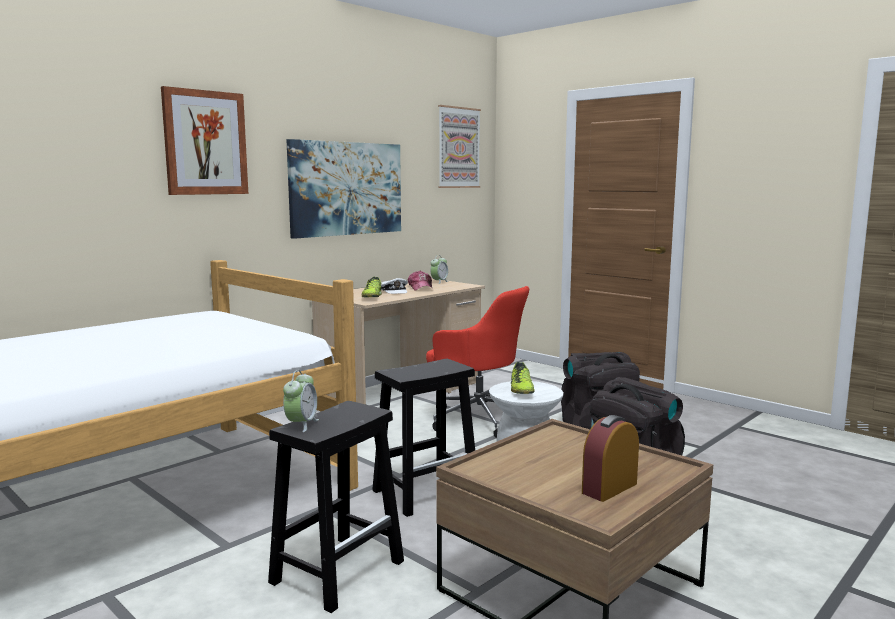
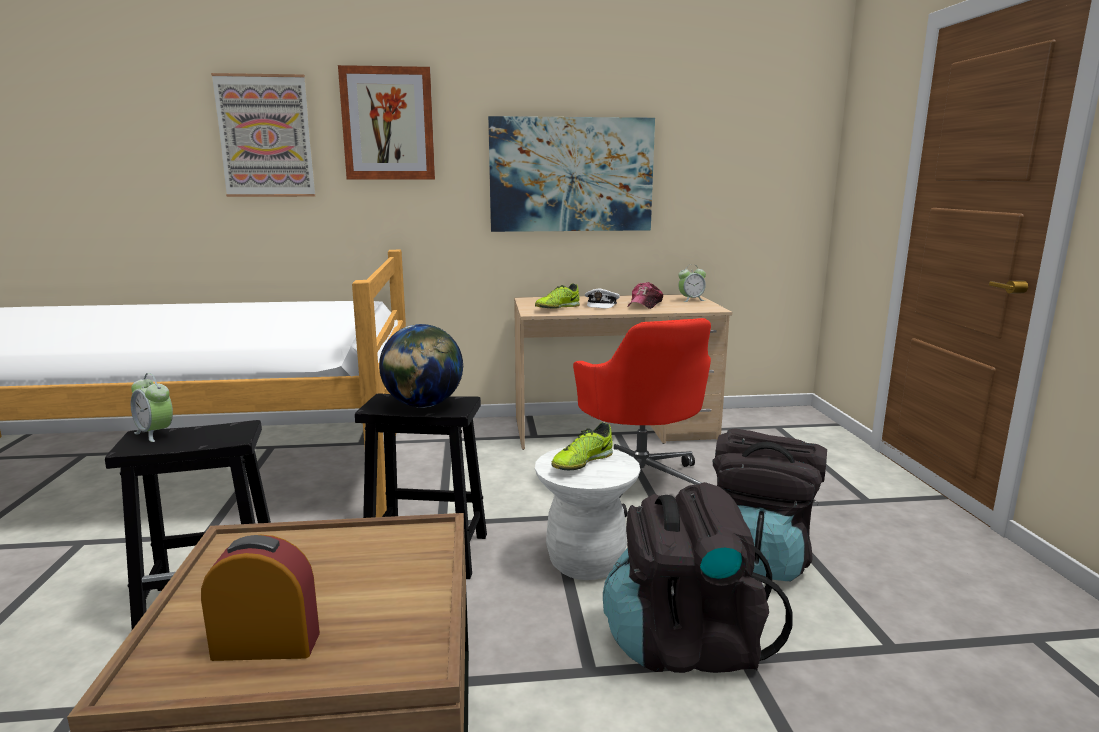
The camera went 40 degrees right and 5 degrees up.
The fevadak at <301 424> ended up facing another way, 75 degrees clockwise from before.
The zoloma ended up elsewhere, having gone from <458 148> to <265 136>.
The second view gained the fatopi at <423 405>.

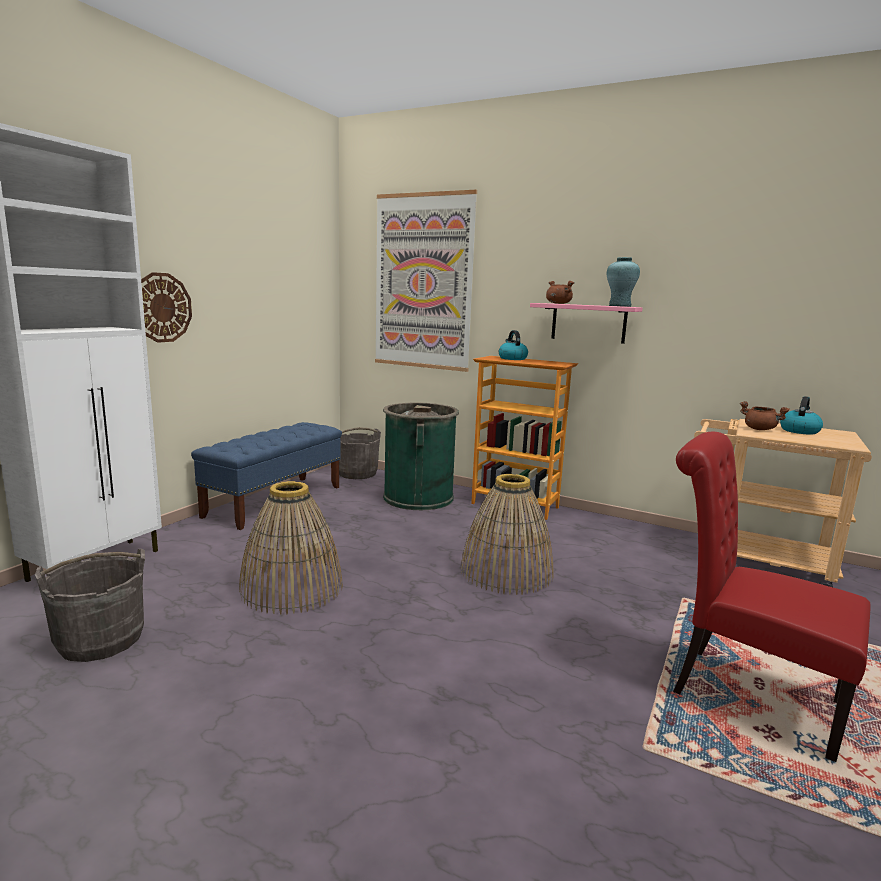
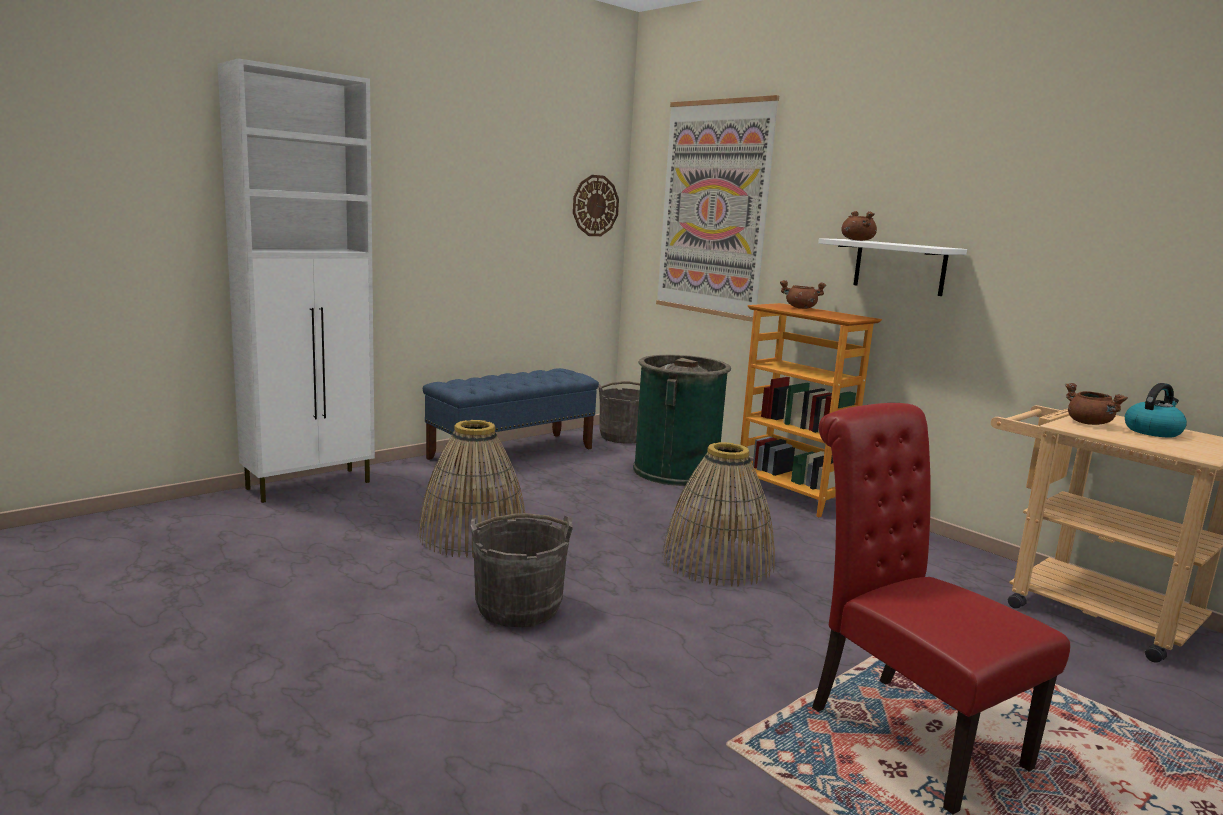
The camera went 20 degrees right and 0 degrees up.
The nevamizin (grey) ended up elsewhere, having gone from <100 640> to <518 608>.
The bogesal ended up elsewhere, having gone from <161 307> to <595 205>.
Where the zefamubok stood at <512 358>, the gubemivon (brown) came to stand at <800 308>.
What was the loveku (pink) at <588 323> turned into the loveku (white) at <899 267>.
The second view lost the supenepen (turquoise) at <619 306>.

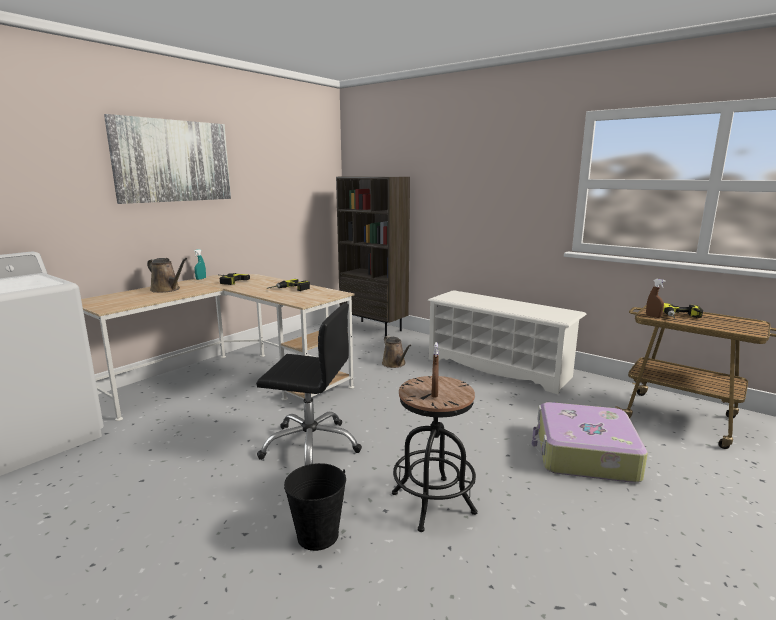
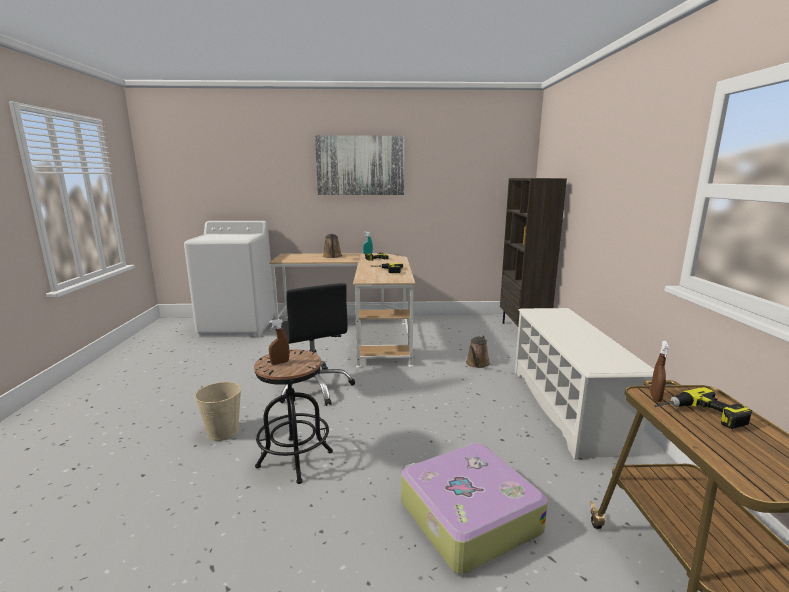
The camera went 50 degrees right and 0 degrees up.
What was the nevamizin (black) at <317 535> turned into the nevamizin (beige) at <223 432>.

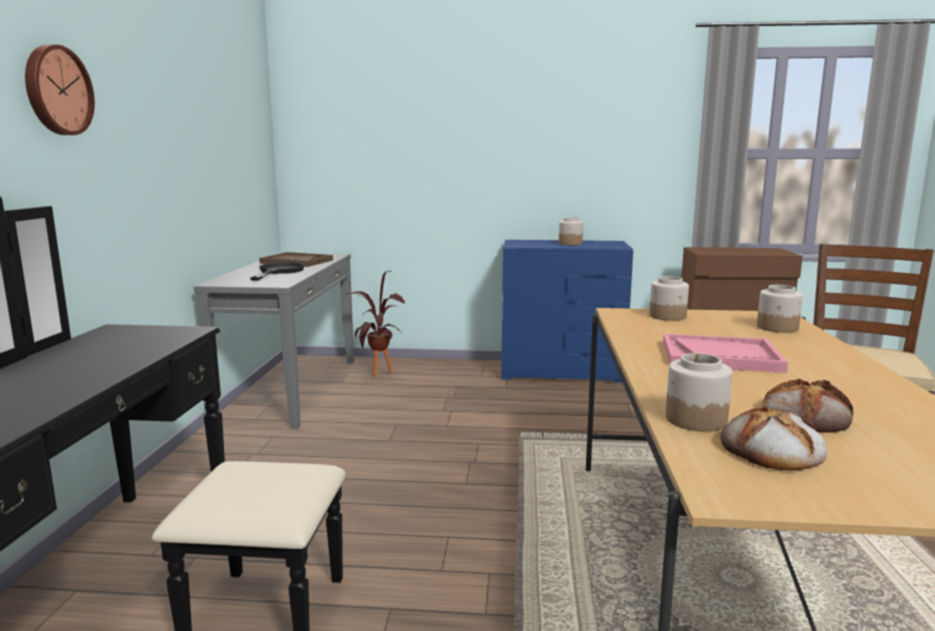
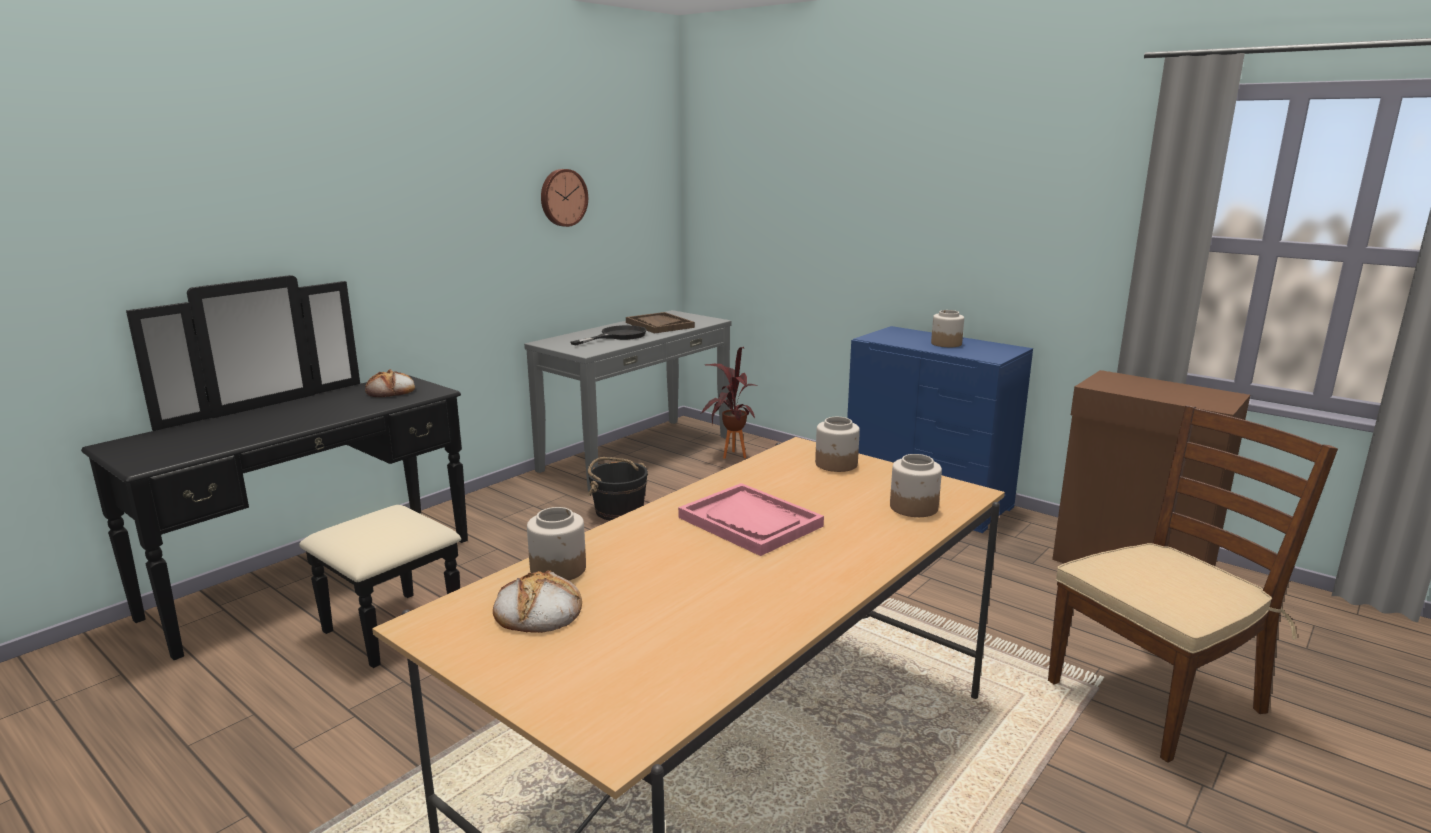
The camera went 35 degrees right and 5 degrees up.
The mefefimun ended up elsewhere, having gone from <806 416> to <391 391>.
The bogesal ended up elsewhere, having gone from <56 90> to <562 197>.
The second view gained the nevamizin (black) at <618 510>.

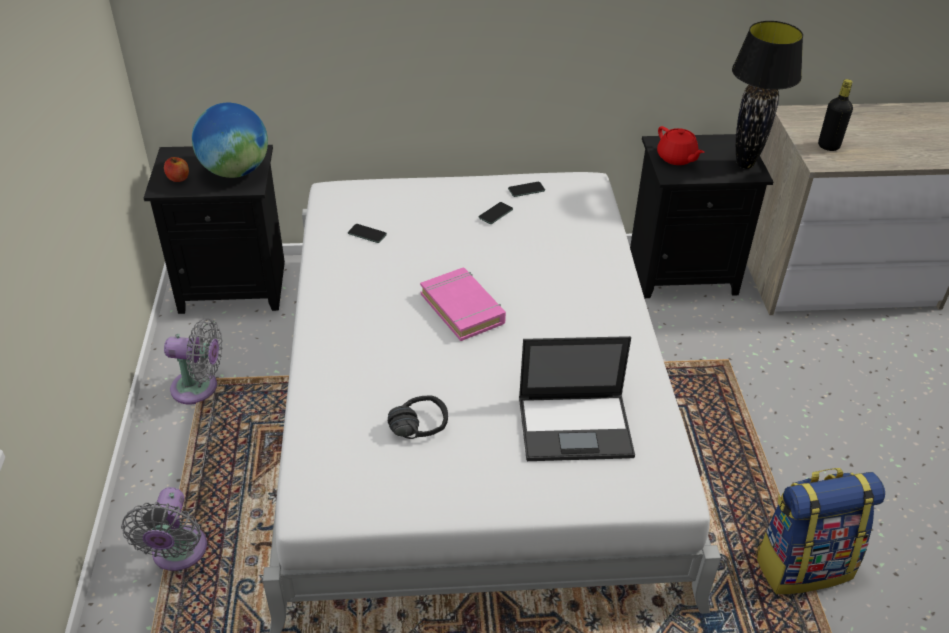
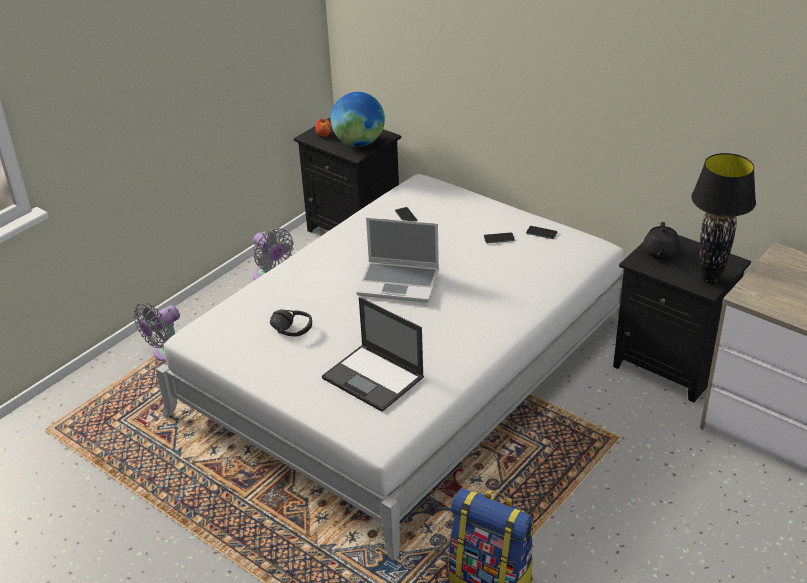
The camera went 45 degrees right and 5 degrees down.
Where the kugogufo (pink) stood at <463 308>, the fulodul came to stand at <400 283>.
What was the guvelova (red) at <676 158> turned into the guvelova (black) at <660 253>.
The second view lost the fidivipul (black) at <828 146>.

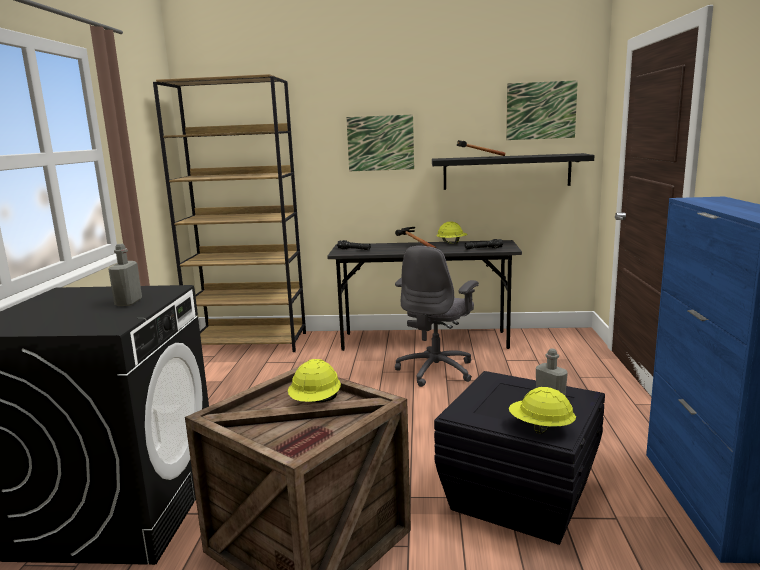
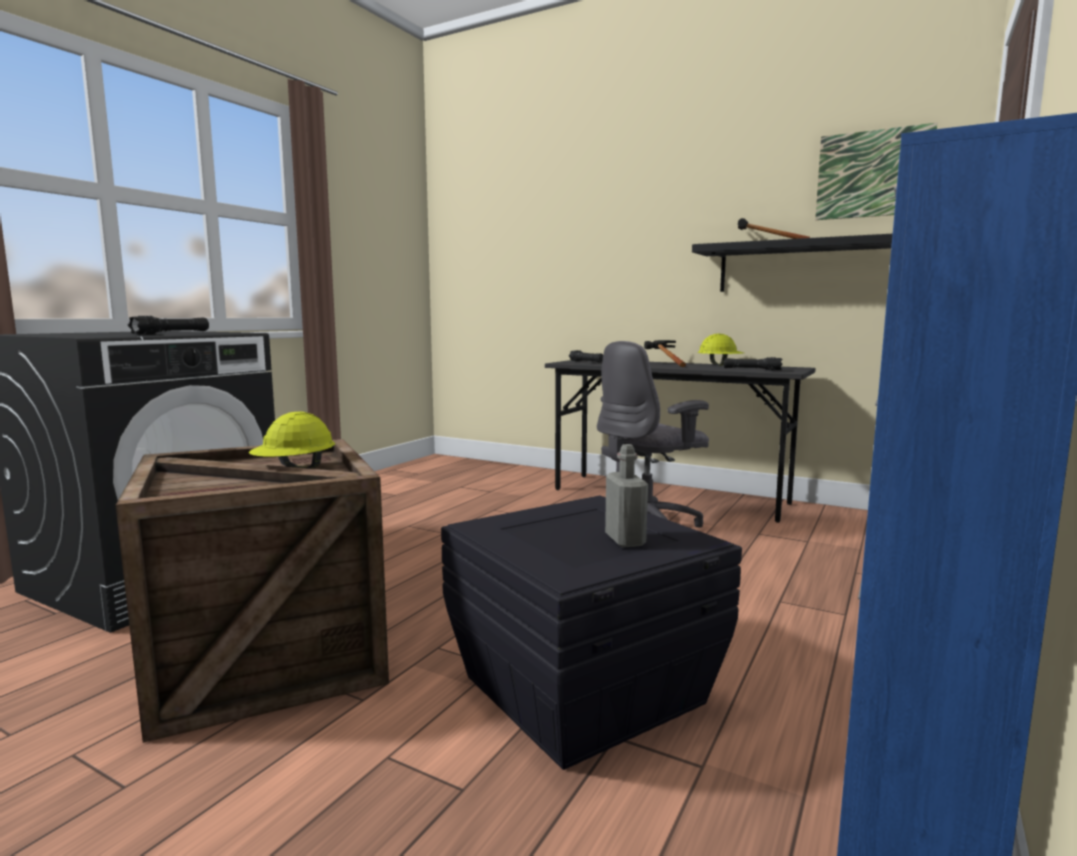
The camera went 25 degrees right and 5 degrees down.
Where the fidivipul (grey) stood at <128 302>, the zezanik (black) came to stand at <171 333>.
The second view lost the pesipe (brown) at <250 342>.
The second view lost the zoloma at <380 143>.
The second view lost the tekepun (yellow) at <541 428>.

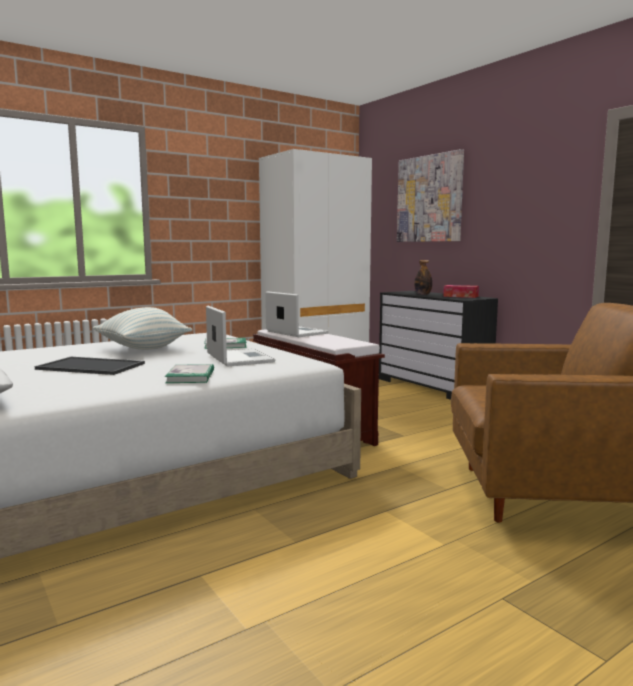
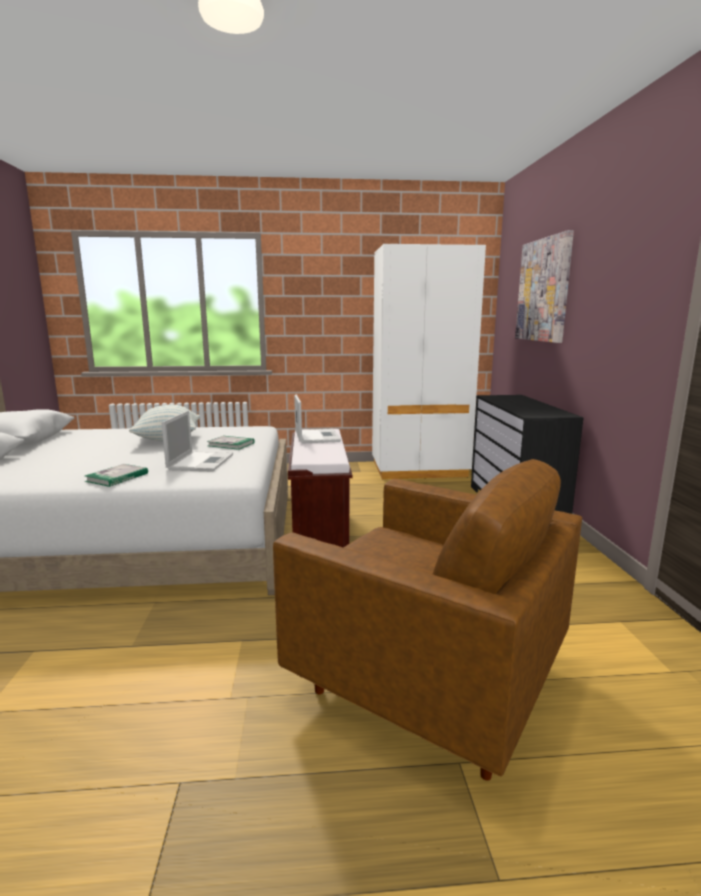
The camera went 30 degrees right and 5 degrees up.
The second view lost the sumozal at <92 366>.
The second view lost the fidivipul at <423 294>.
The second view lost the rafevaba at <460 296>.

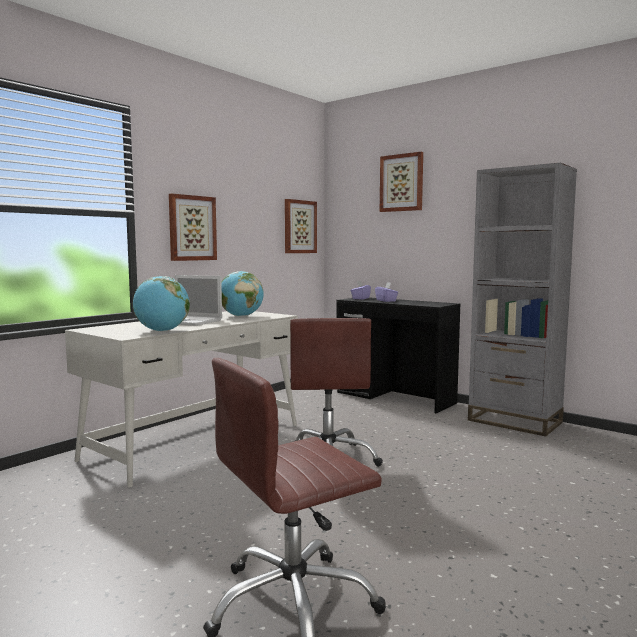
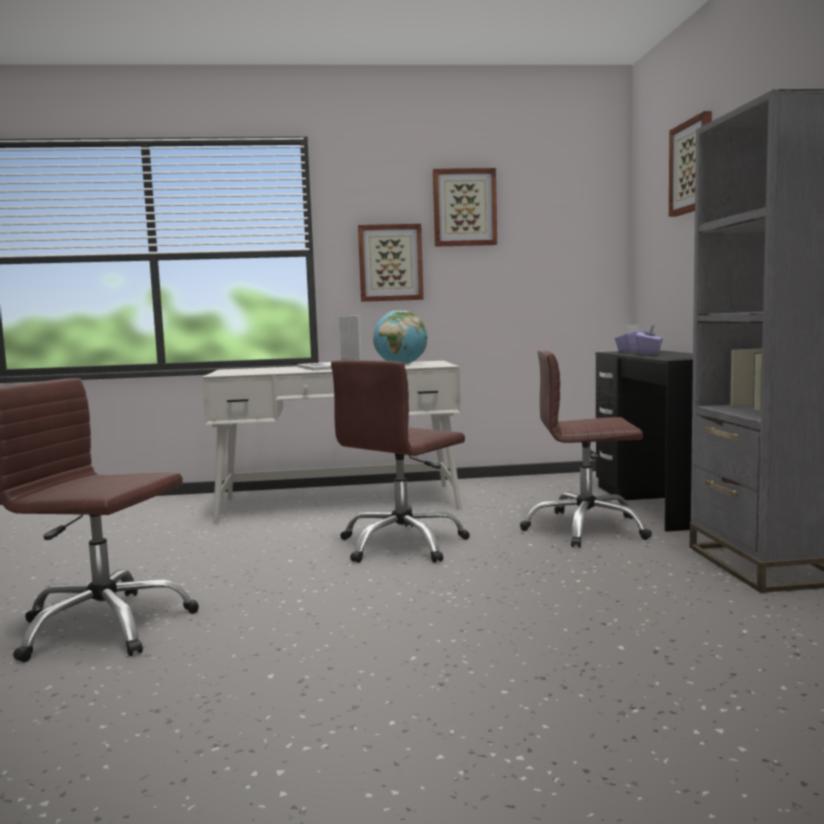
The camera went 45 degrees right and 0 degrees up.
The zoloma ended up elsewhere, having gone from <299 227> to <464 207>.
The second view gained the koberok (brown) at <586 529>.
The second view lost the fatopi at <162 331>.

